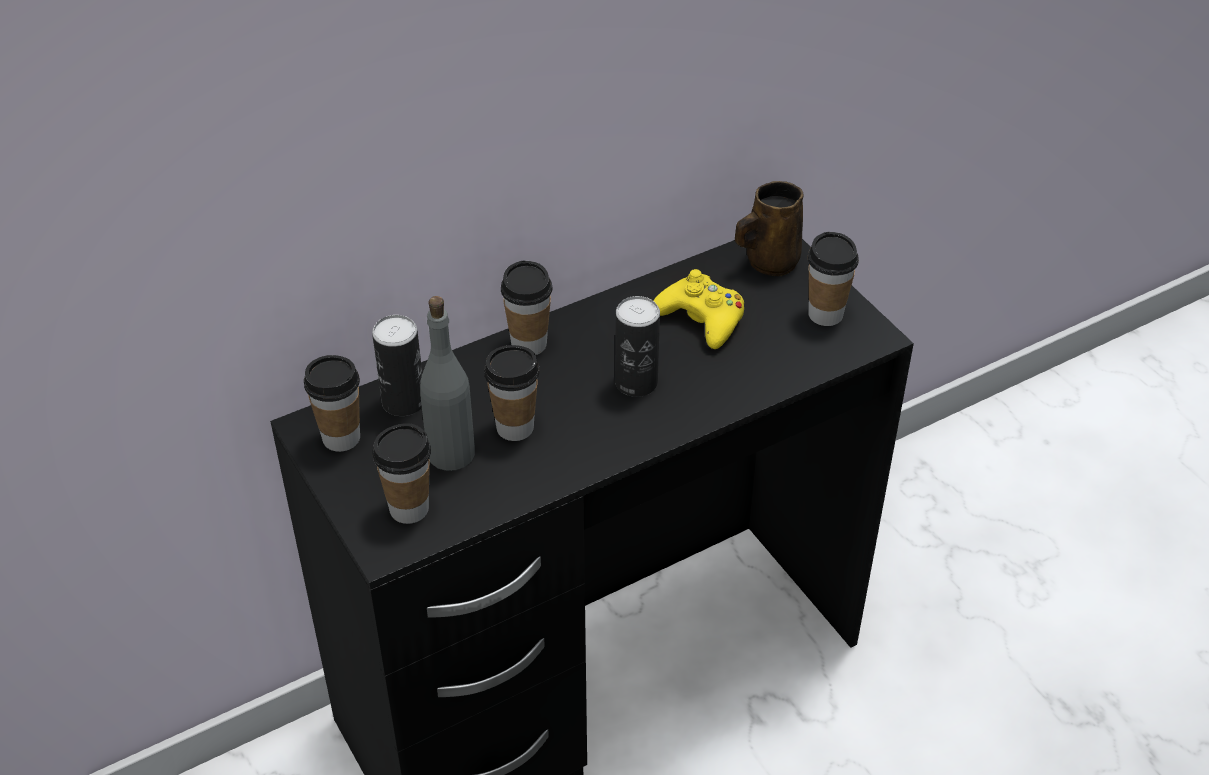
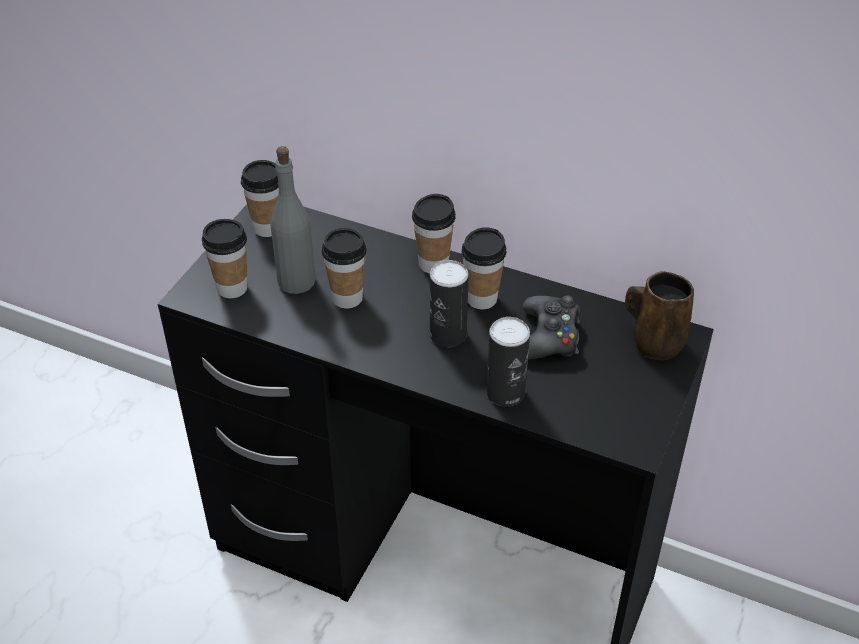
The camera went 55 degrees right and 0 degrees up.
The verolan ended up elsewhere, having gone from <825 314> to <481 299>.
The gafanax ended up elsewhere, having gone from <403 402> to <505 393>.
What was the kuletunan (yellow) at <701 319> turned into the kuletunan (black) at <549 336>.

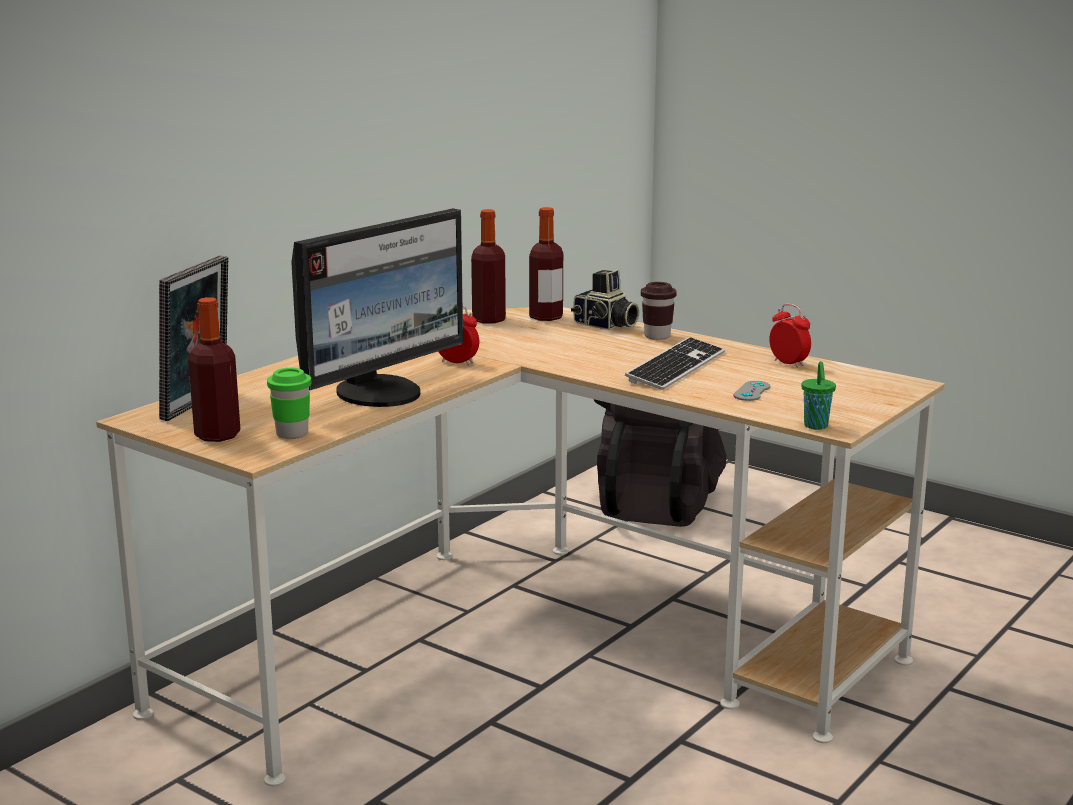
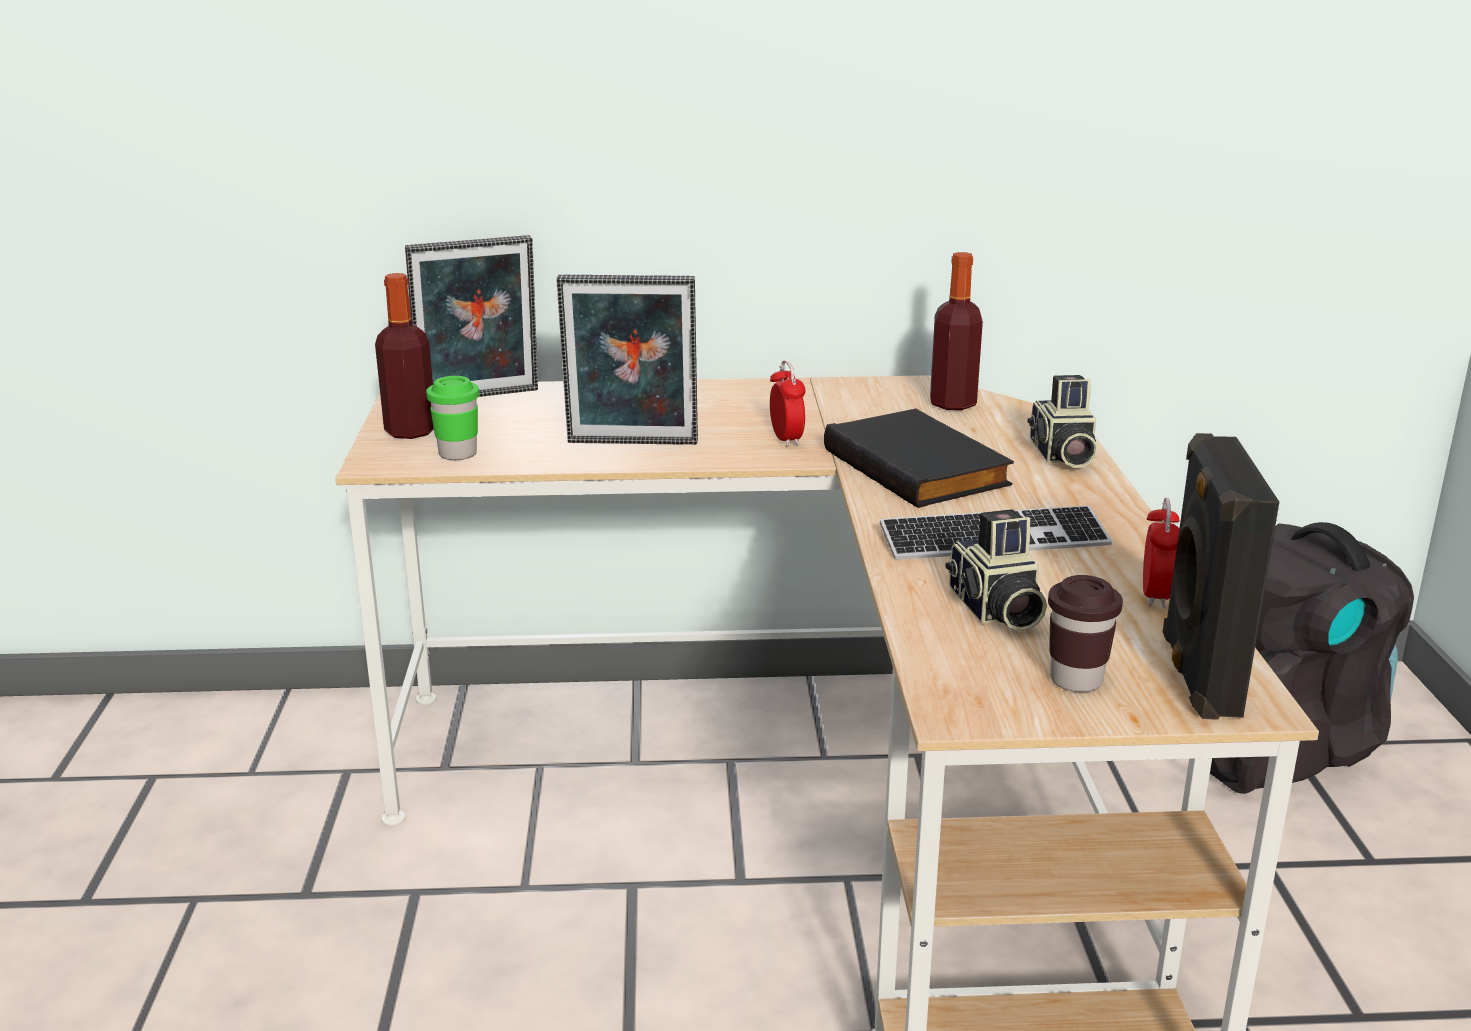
The camera went 50 degrees right and 5 degrees up.
Where the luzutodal stood at <381 393>, the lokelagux came to stand at <631 445>.
The second view gained the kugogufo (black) at <919 467>.
Where the kuletunan (grey) stood at <752 391>, the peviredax came to stand at <994 610>.
The verolan (brown) ended up elsewhere, having gone from <657 336> to <1076 680>.
The second view gained the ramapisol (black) at <1196 675>.
The second view lost the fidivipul at <546 317>.
The second view lost the verolan (green) at <816 426>.

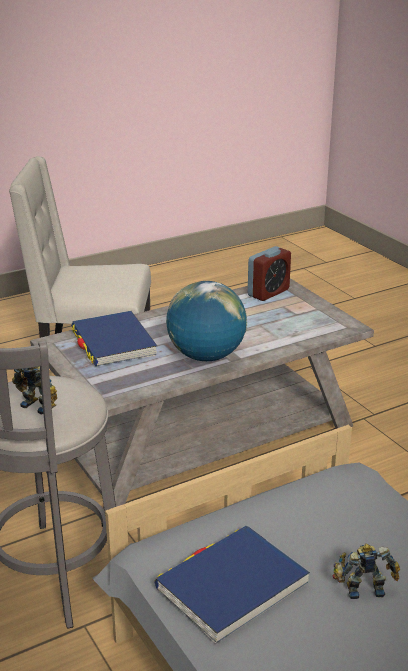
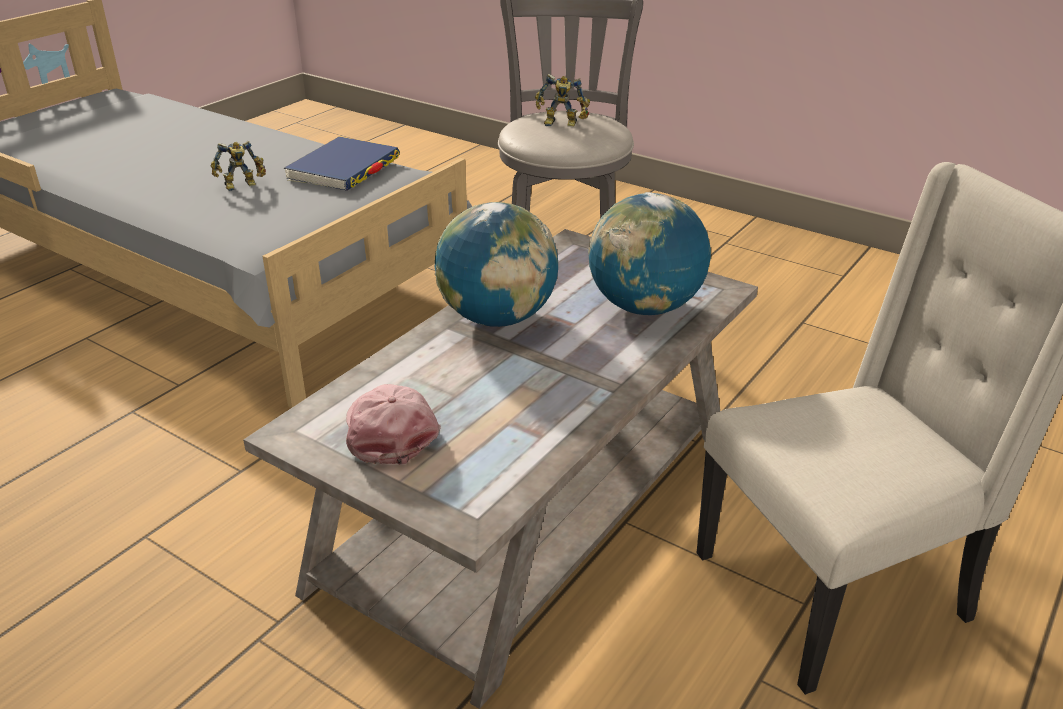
The camera went 155 degrees right and 5 degrees up.
The second view gained the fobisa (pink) at <389 430>.
Where the kugogufo (blue) stood at <113 342>, the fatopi came to stand at <645 307>.
The second view lost the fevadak at <268 292>.

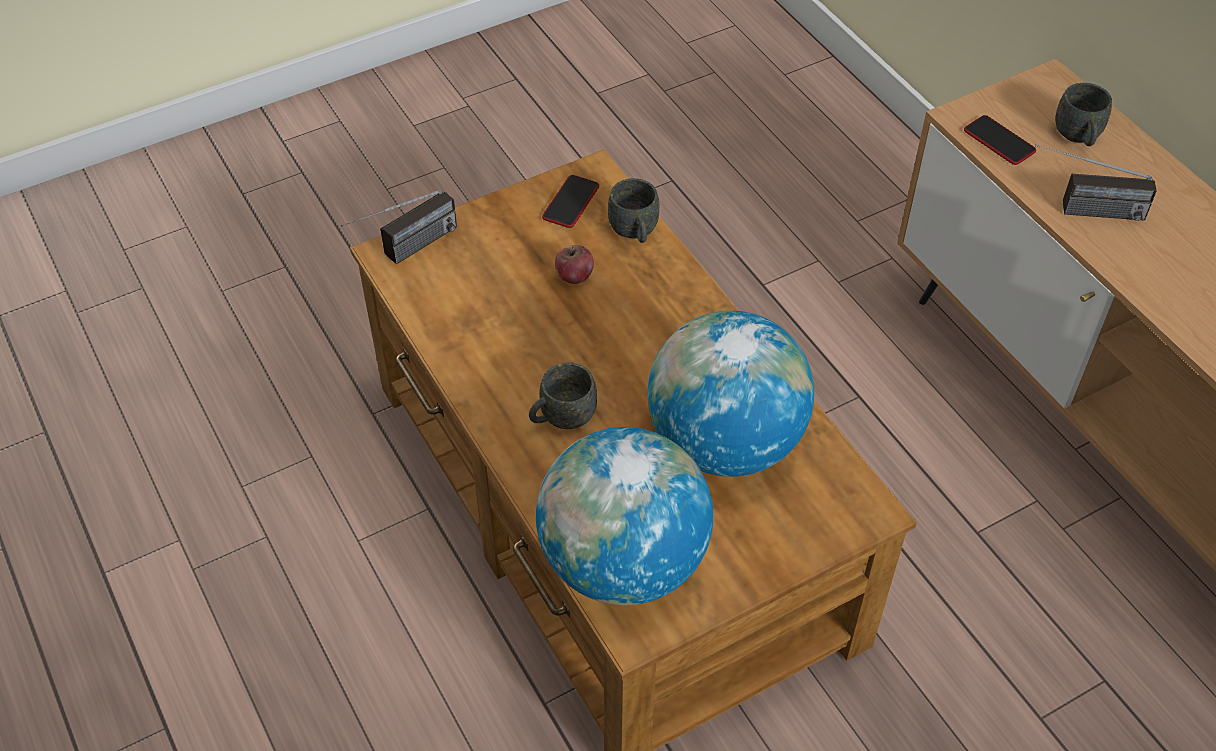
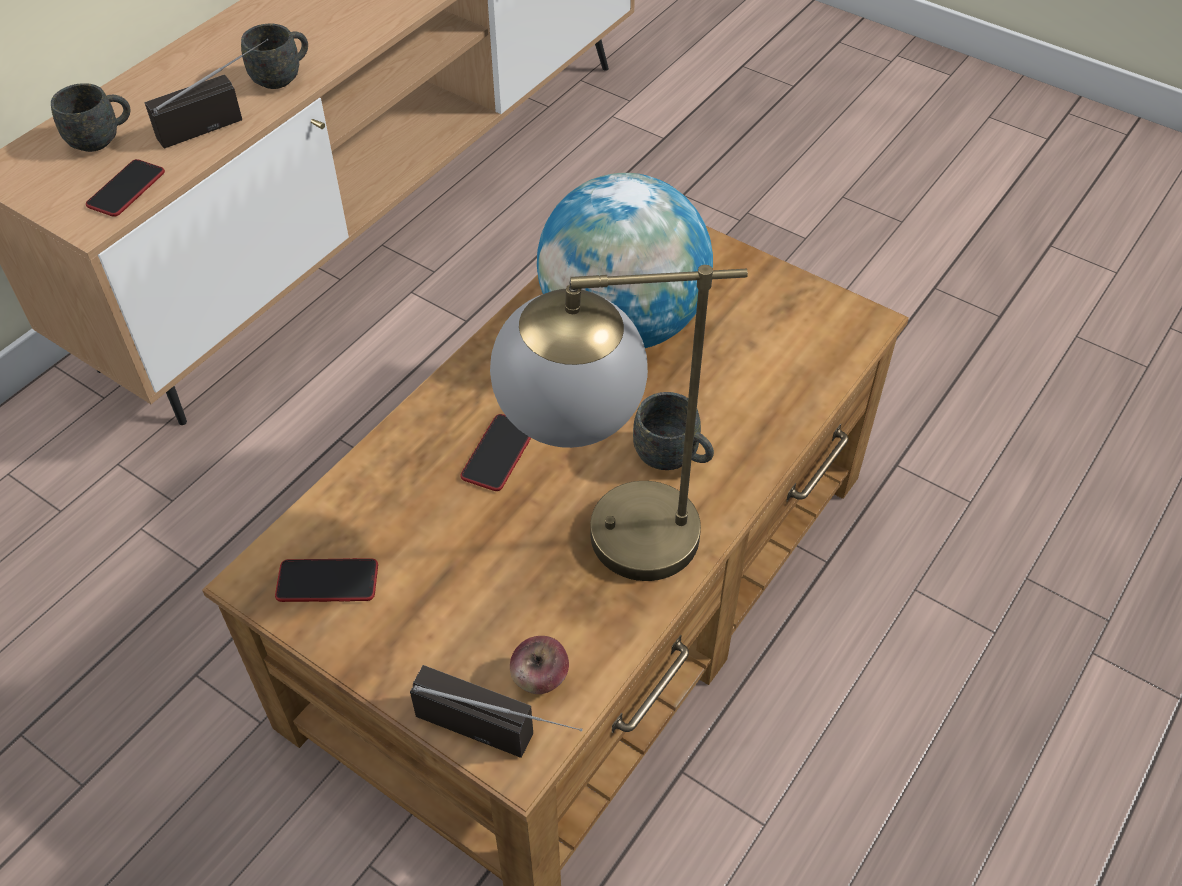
The camera went 115 degrees left and 0 degrees up.
The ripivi at <1081 210> ended up facing another way, 105 degrees counterclockwise from before.
The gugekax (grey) ended up elsewhere, having gone from <635 233> to <282 76>.
The second view gained the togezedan at <498 453>.
The second view gained the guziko at <603 539>.
The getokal ended up elsewhere, having gone from <574 276> to <540 678>.
The second view lost the fatopi at <623 562>.

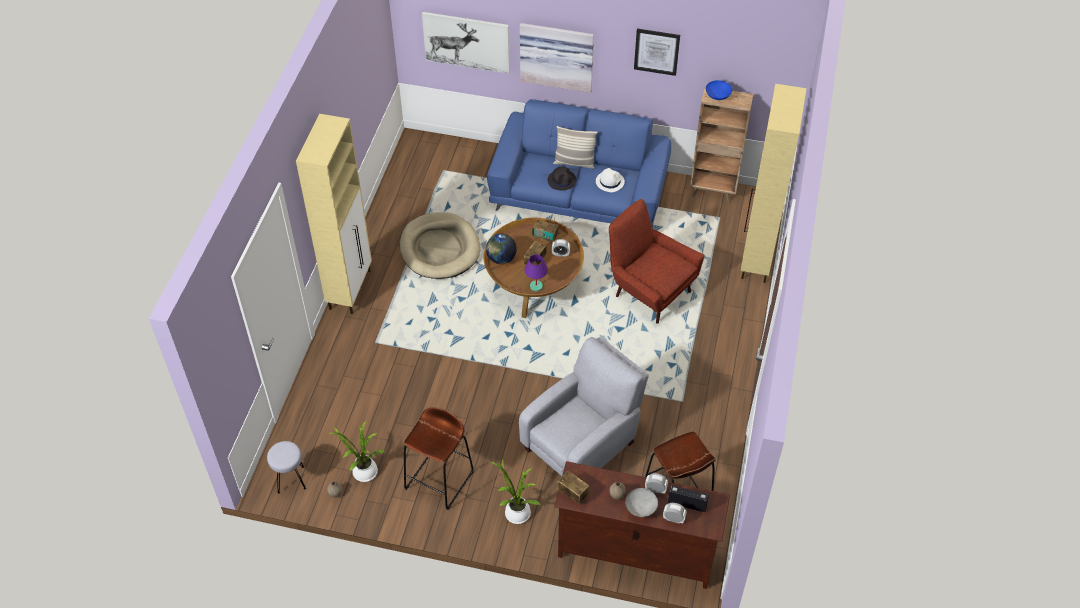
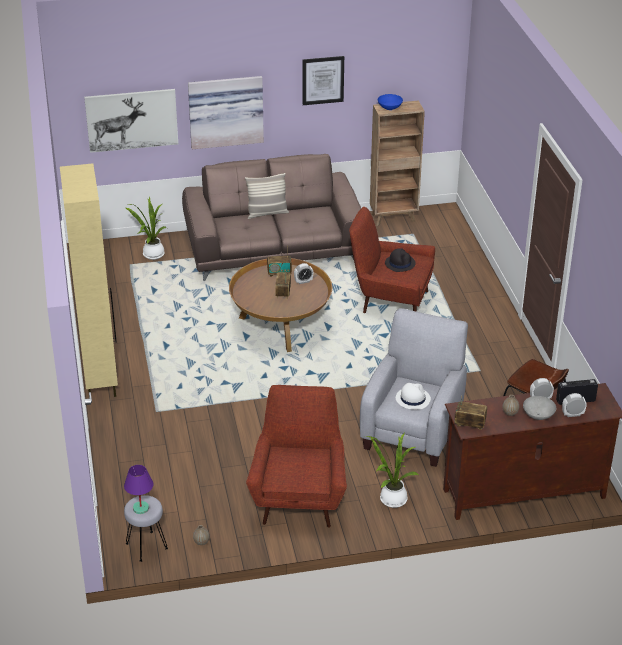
The camera went 25 degrees left and 15 degrees down.
The guziko (purple) ended up elsewhere, having gone from <536 286> to <141 508>.
The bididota ended up elsewhere, having gone from <363 472> to <151 255>.
What was the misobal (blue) at <579 193> turned into the misobal (brown) at <274 249>.
Where the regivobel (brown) stood at <439 480>, the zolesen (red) came to stand at <299 498>.
The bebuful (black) ended up elsewhere, having gone from <562 180> to <400 263>.
The bebuful (white) ended up elsewhere, having gone from <610 181> to <412 398>.
The second view lost the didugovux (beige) at <440 248>.
The second view lost the fatopi at <501 258>.
The second view lost the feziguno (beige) at <756 260>.

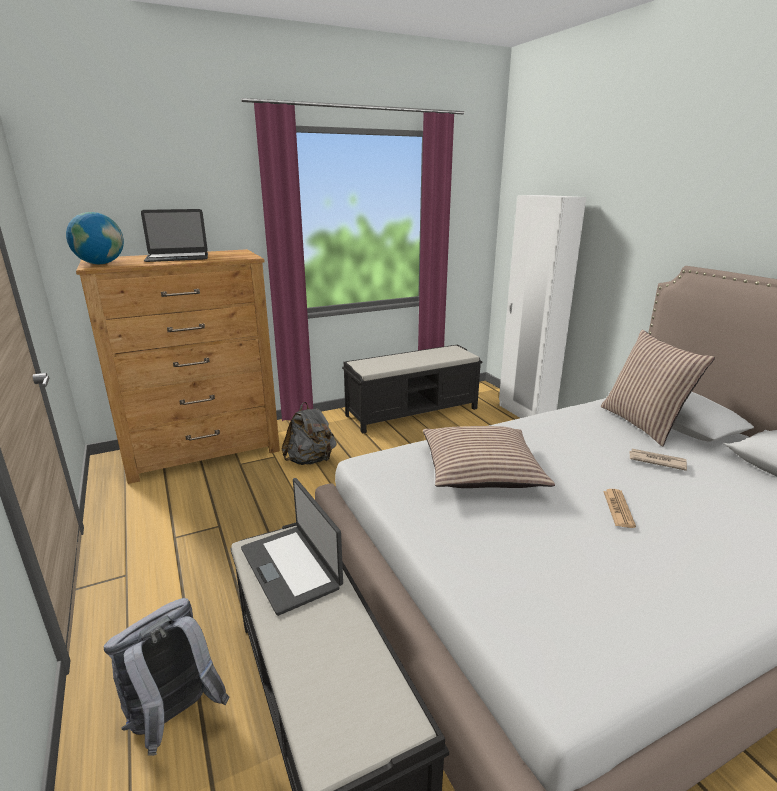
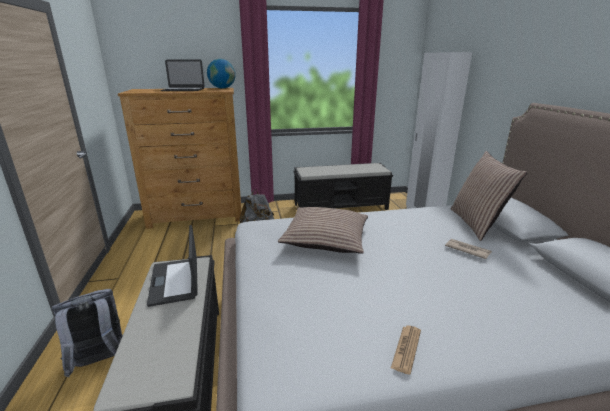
The camera went 15 degrees right and 0 degrees up.
The fatopi ended up elsewhere, having gone from <101 264> to <222 88>.
The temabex ended up elsewhere, having gone from <618 508> to <406 349>.

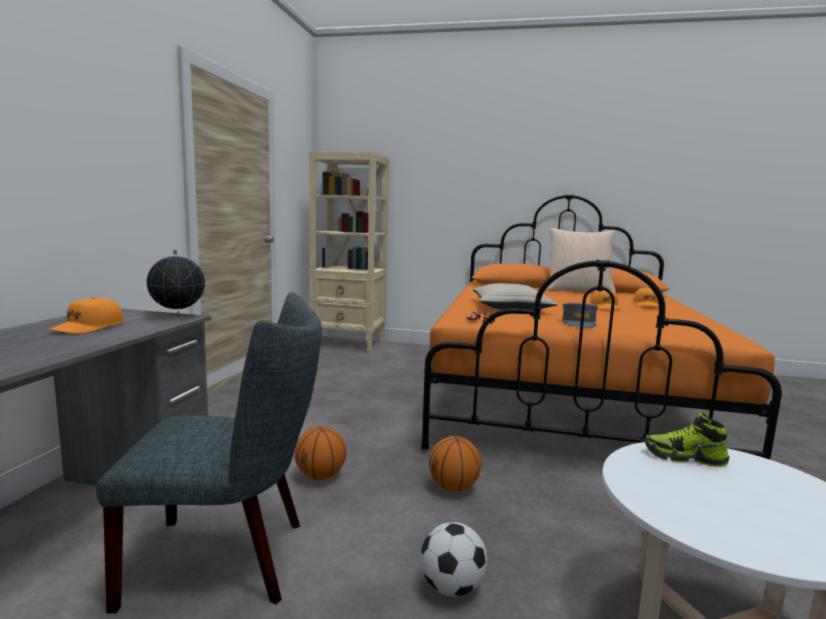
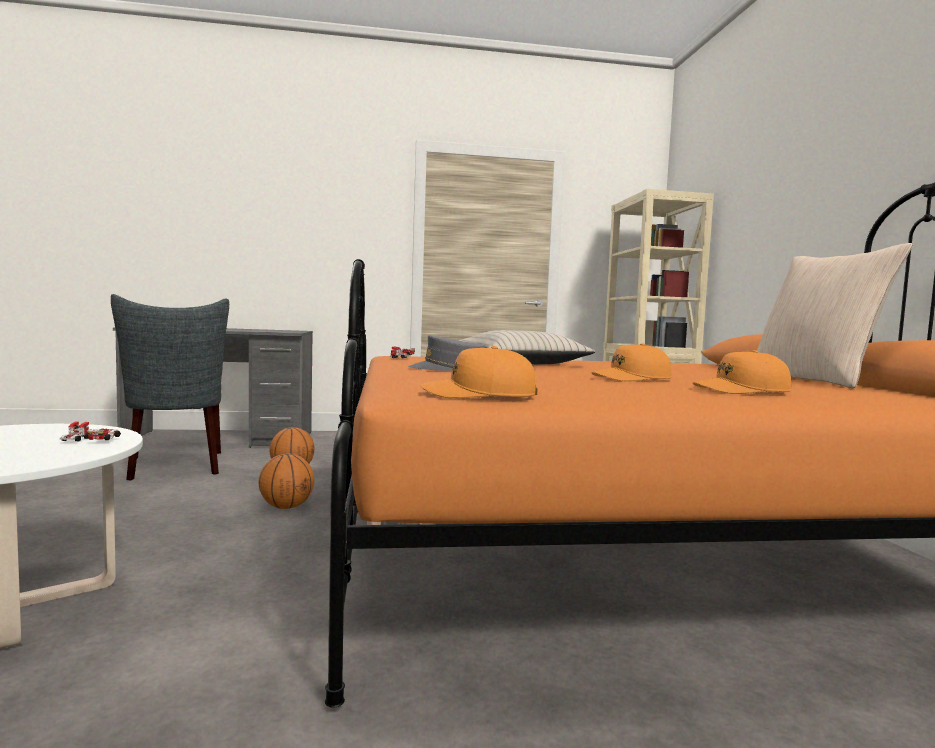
The camera went 70 degrees right and 5 degrees down.
Where the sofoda stood at <684 457>, the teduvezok came to stand at <91 440>.
The fobisa (orange) ended up elsewhere, having gone from <88 327> to <479 395>.
The second view lost the fatopi at <178 316>.
The second view lost the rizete at <452 587>.

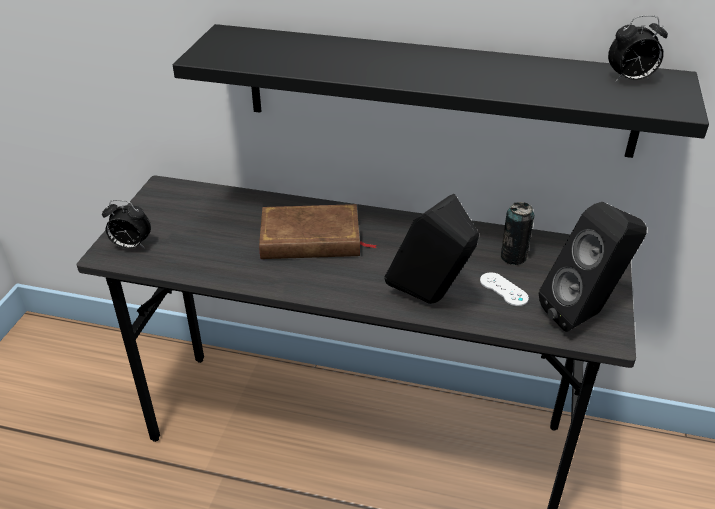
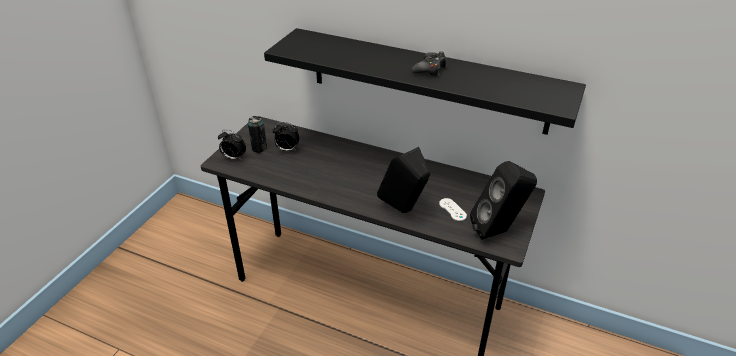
The camera went 10 degrees right and 0 degrees up.
The gafanax ended up elsewhere, having gone from <513 257> to <259 148>.
The fevadak ended up elsewhere, having gone from <630 80> to <287 150>.
The second view gained the kuletunan (black) at <430 69>.
The second view lost the kugogufo (brown) at <311 239>.

